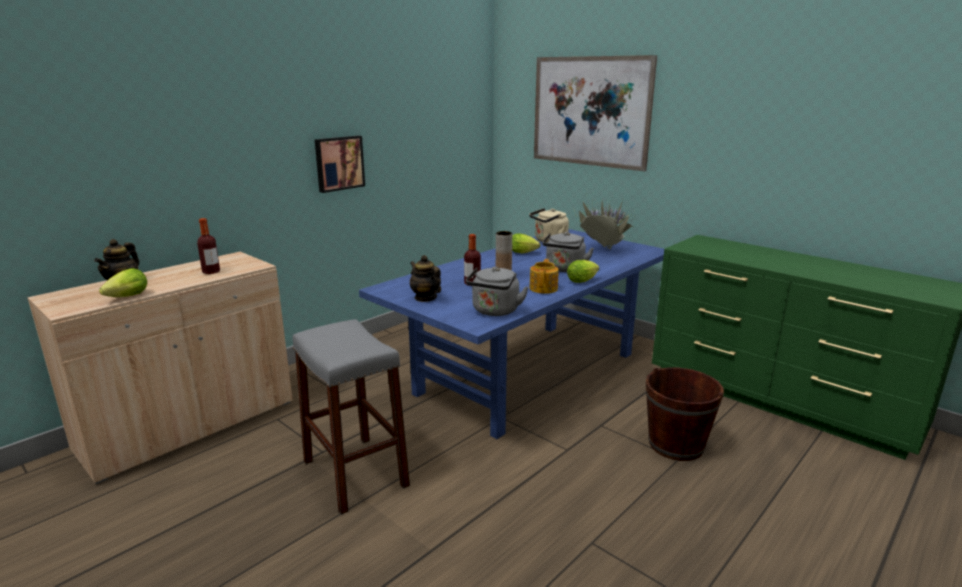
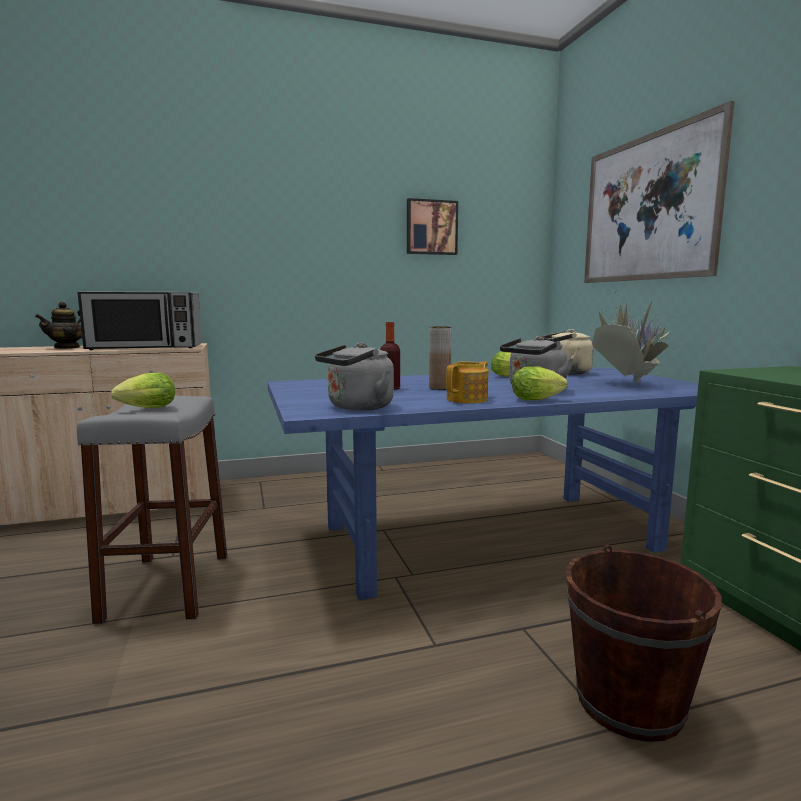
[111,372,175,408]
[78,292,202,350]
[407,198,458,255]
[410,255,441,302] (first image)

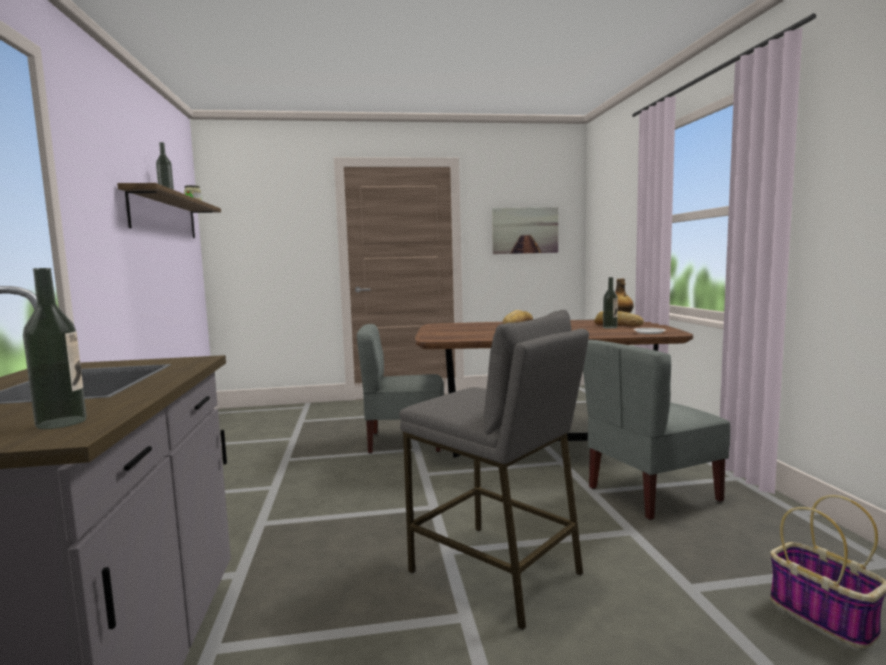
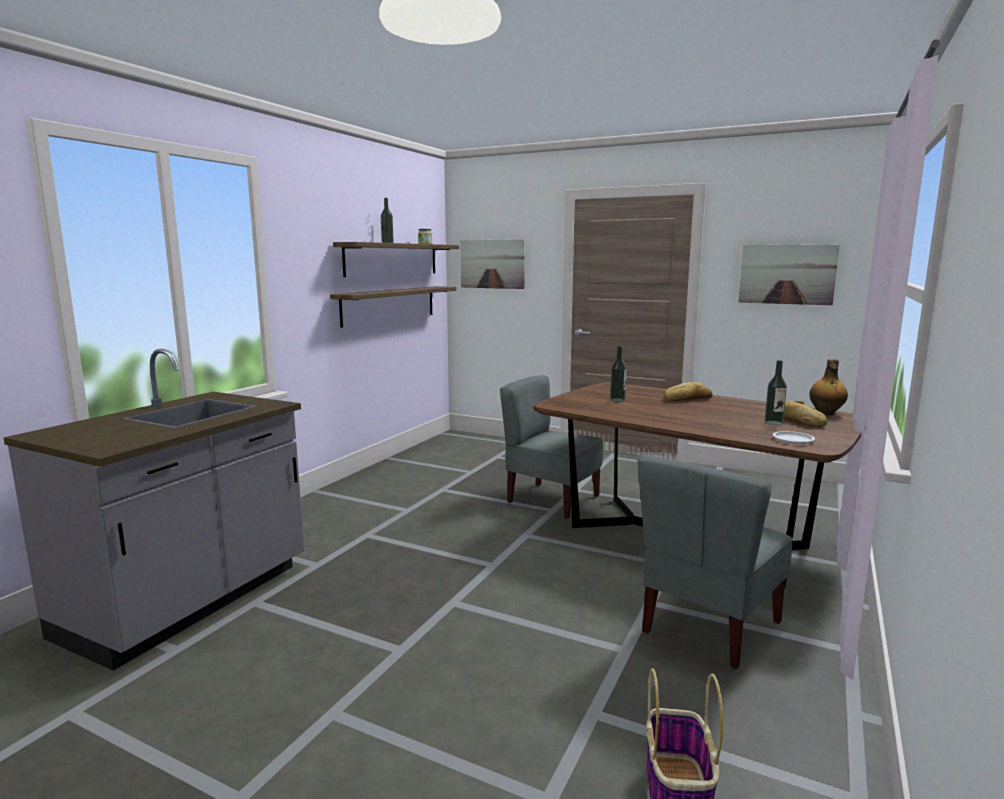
[610,346,627,402]
[399,310,589,630] (first image)
[638,455,793,669]
[330,286,456,328]
[460,239,525,289]

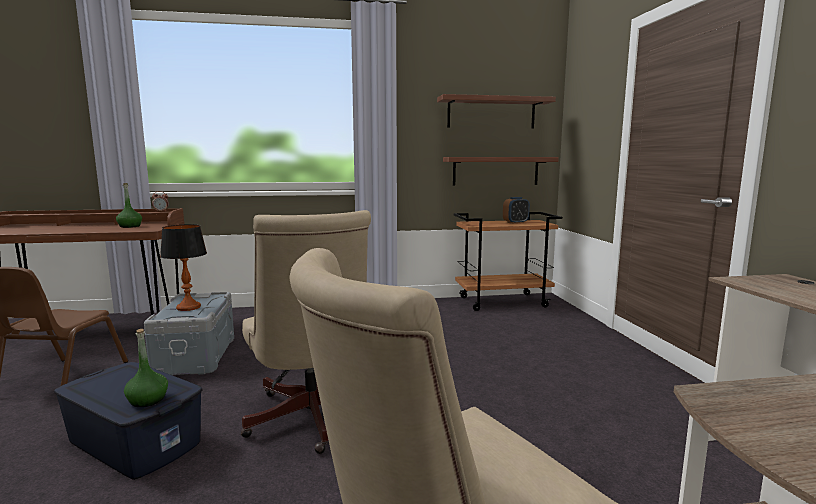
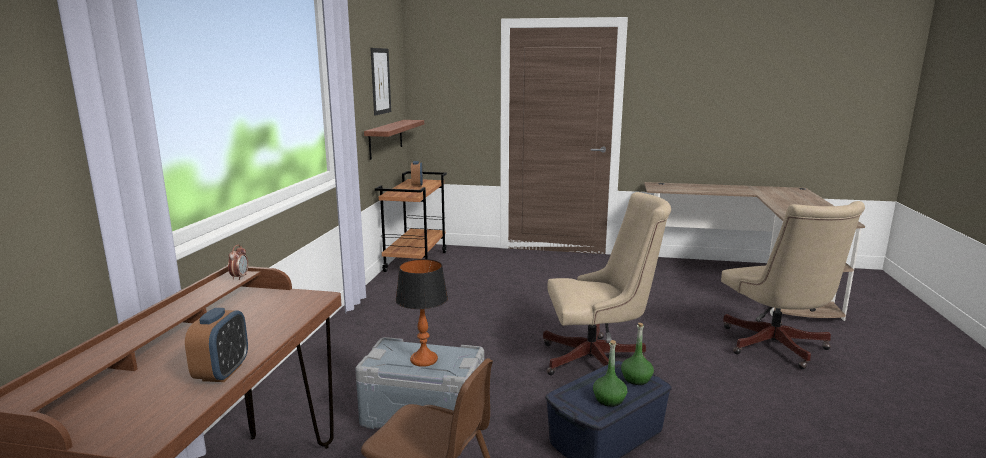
[593,340,627,407]
[370,48,391,116]
[185,308,248,382]

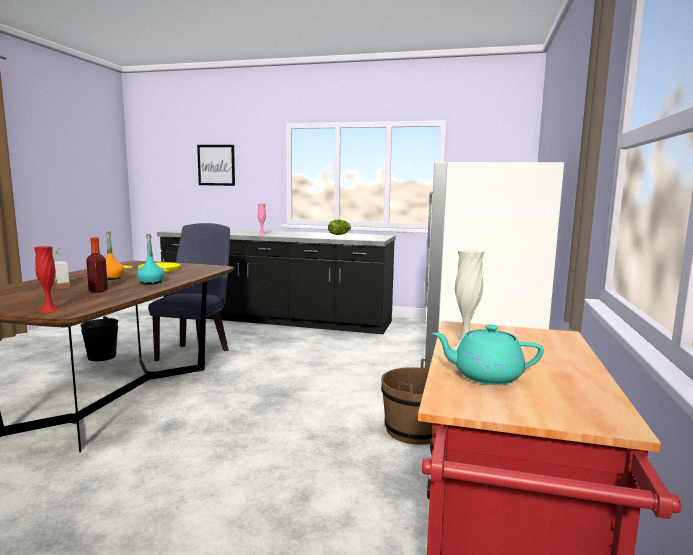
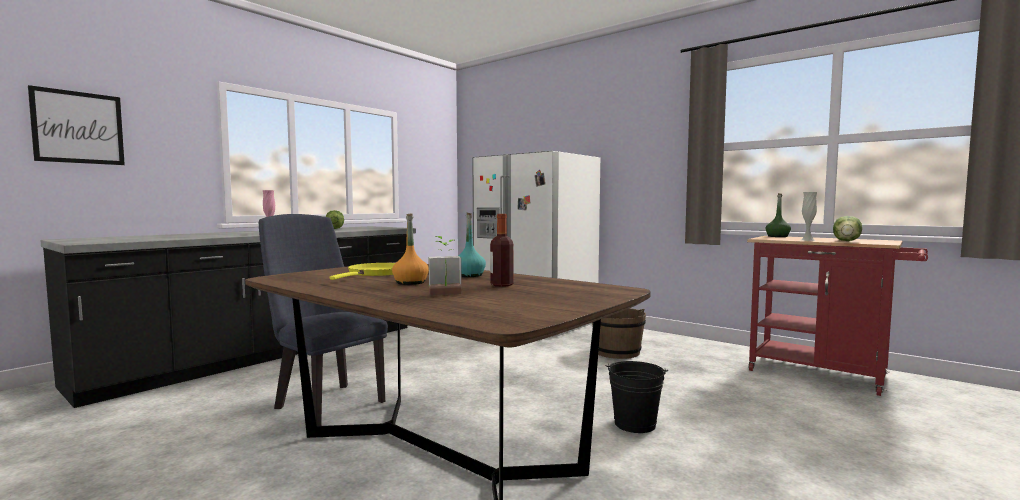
[34,246,60,313] (first image)
[605,361,668,433]
[833,216,862,241]
[765,193,791,237]

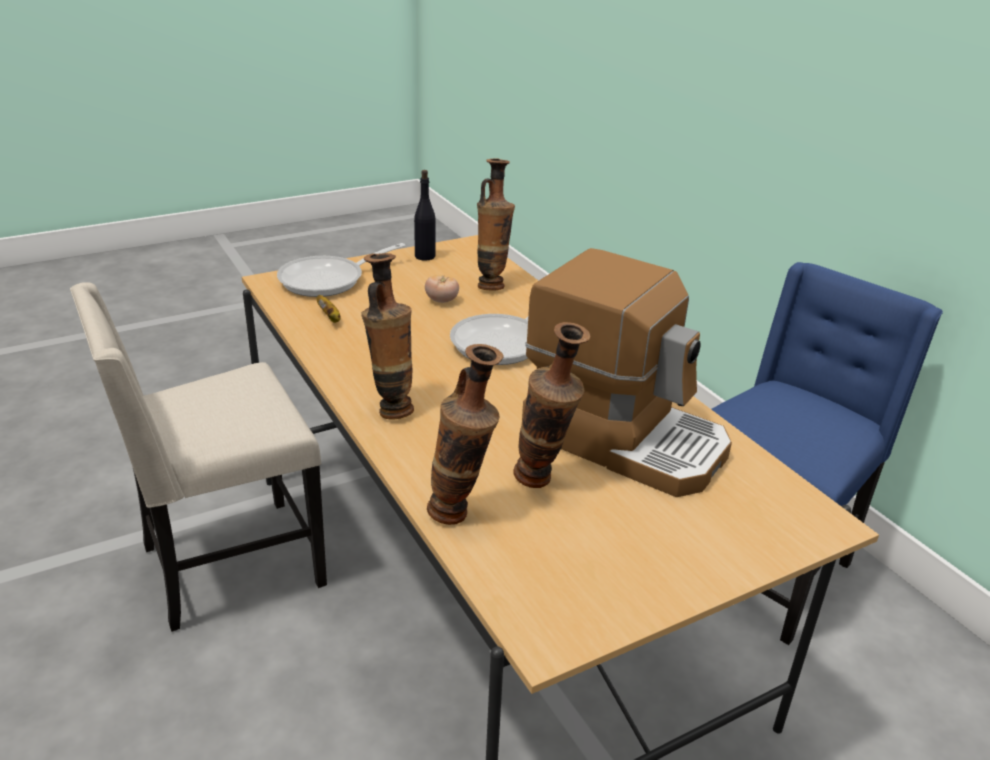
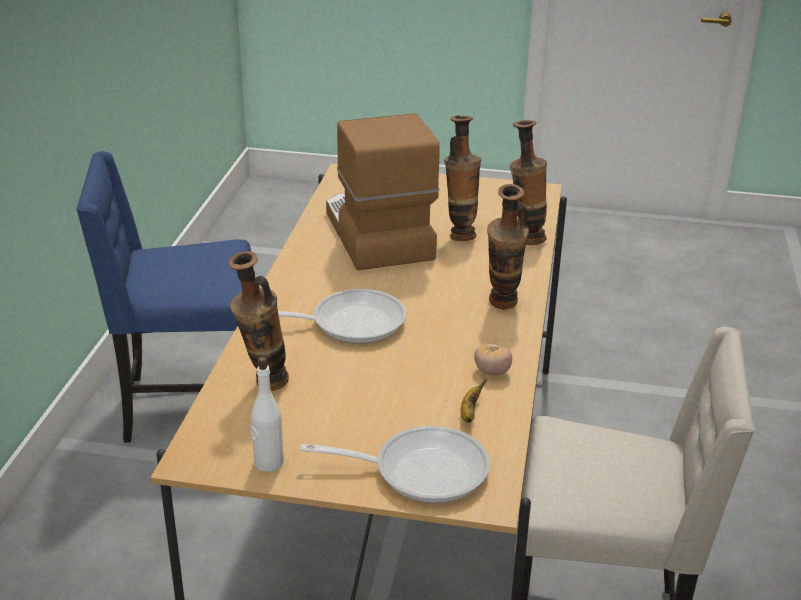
[251,357,284,472]
[474,343,512,376]

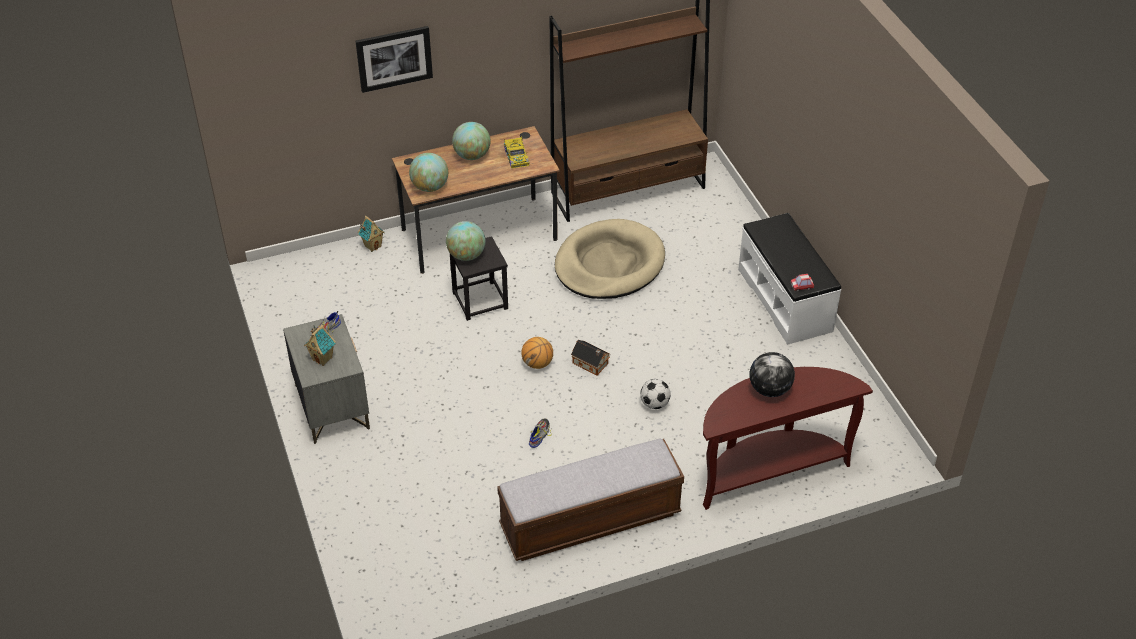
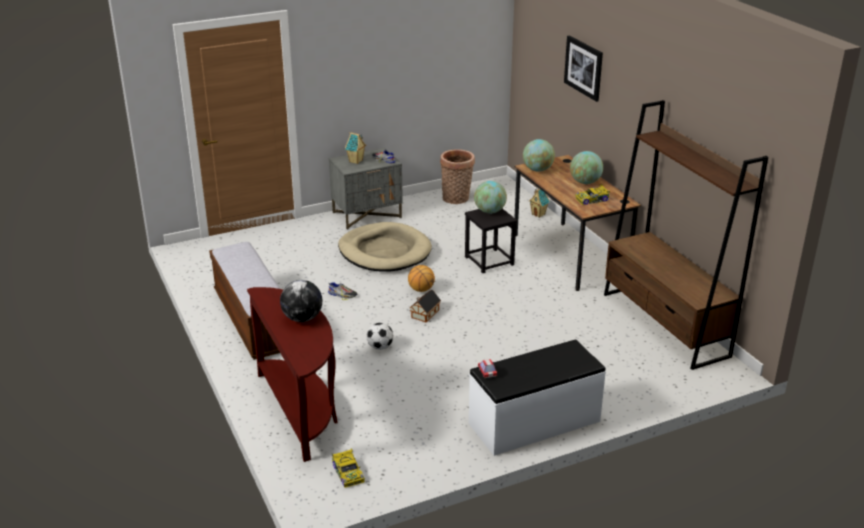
[338,222,432,272]
[332,448,365,488]
[440,149,475,204]

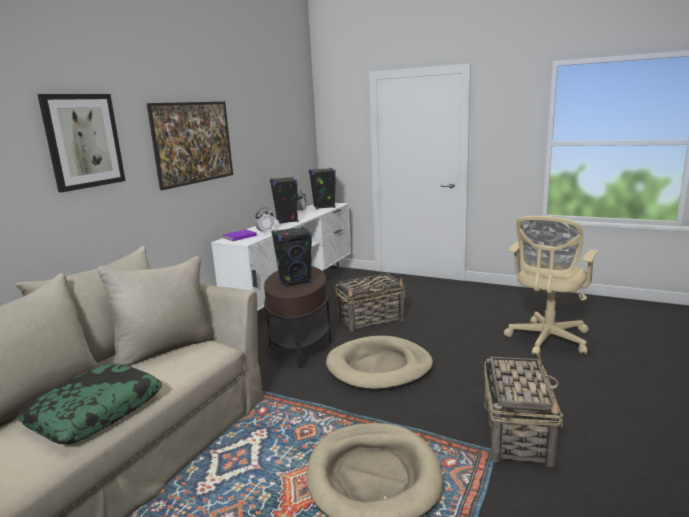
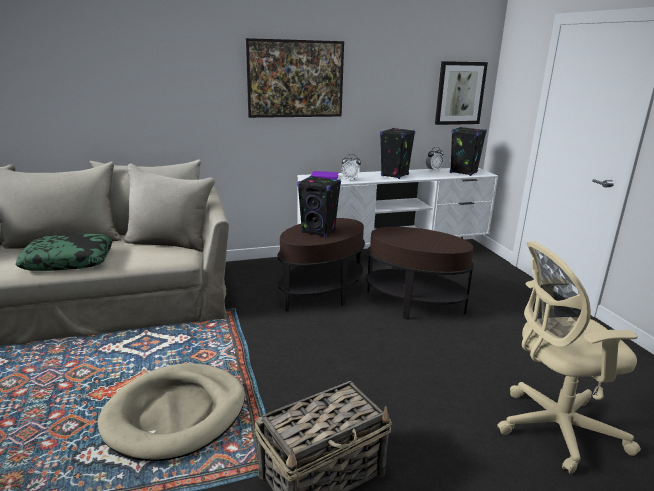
[435,61,488,125]
[326,336,433,391] (first image)
[366,227,474,319]

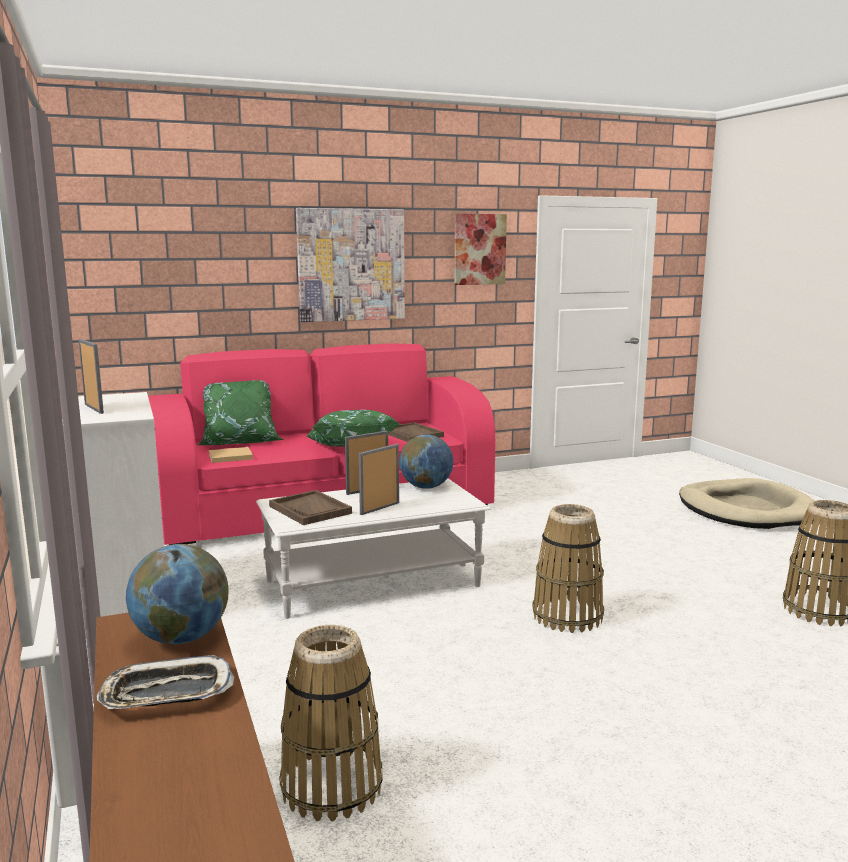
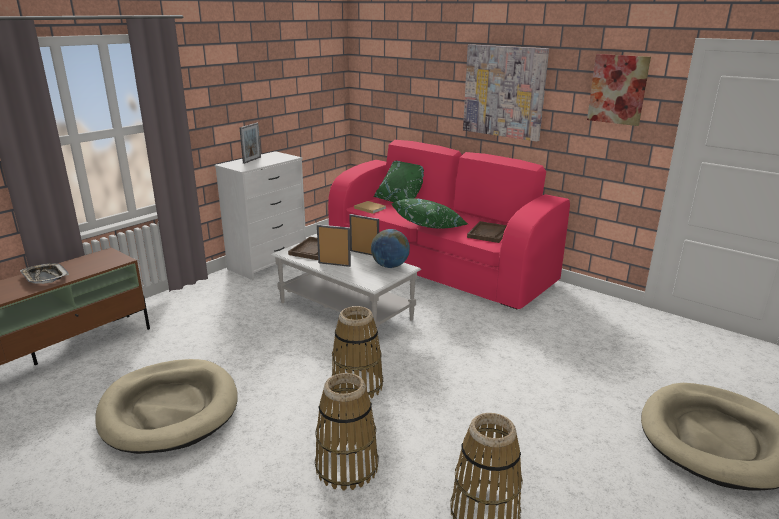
[126,544,229,644] (first image)
[315,373,379,491]
[95,359,238,454]

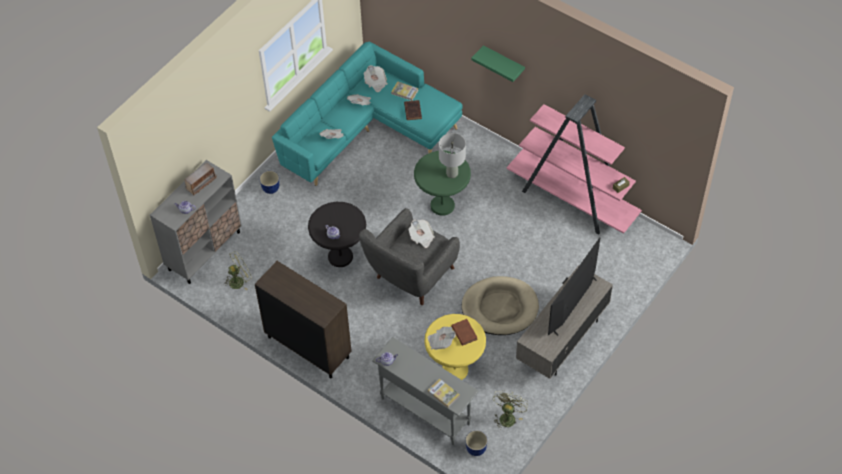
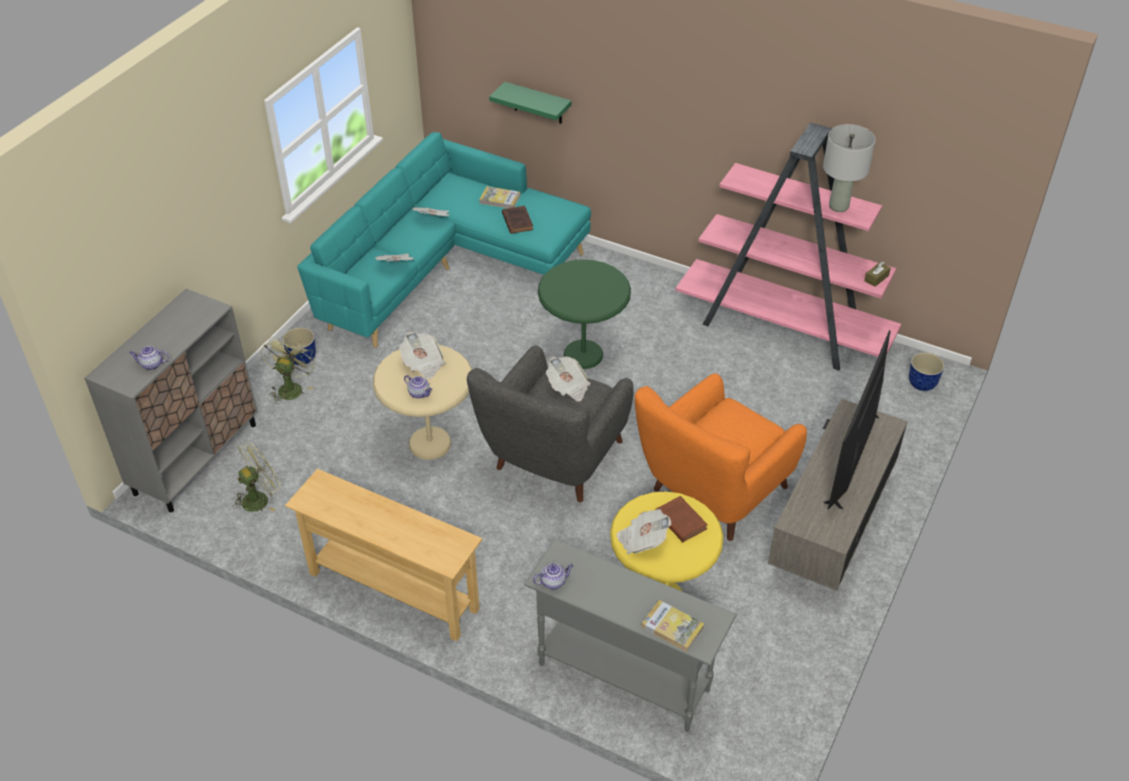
[185,163,217,195] (first image)
[285,469,483,642]
[373,345,472,460]
[399,332,445,379]
[823,124,875,212]
[635,374,807,541]
[909,352,945,391]
[489,82,572,124]
[260,336,316,404]

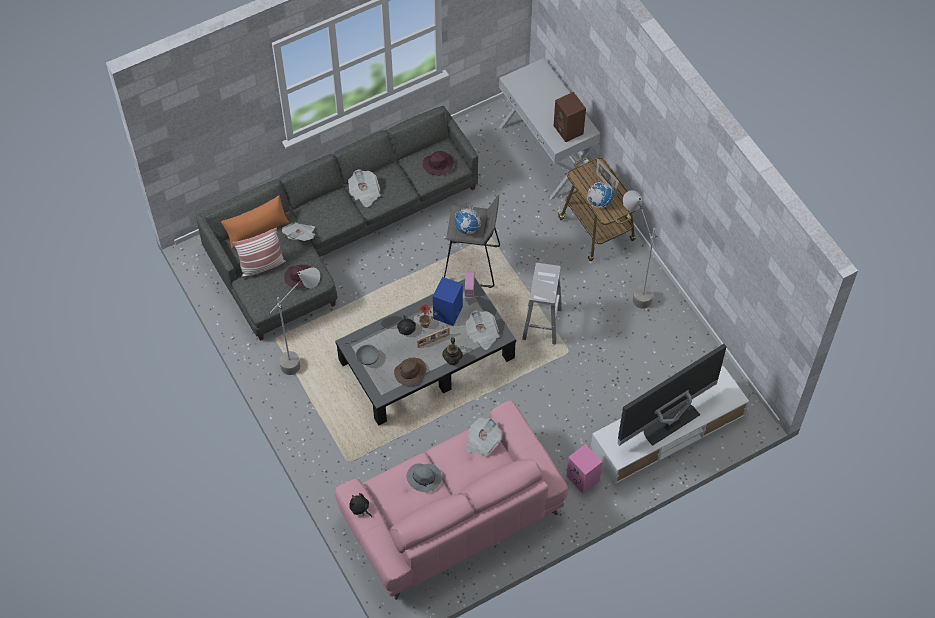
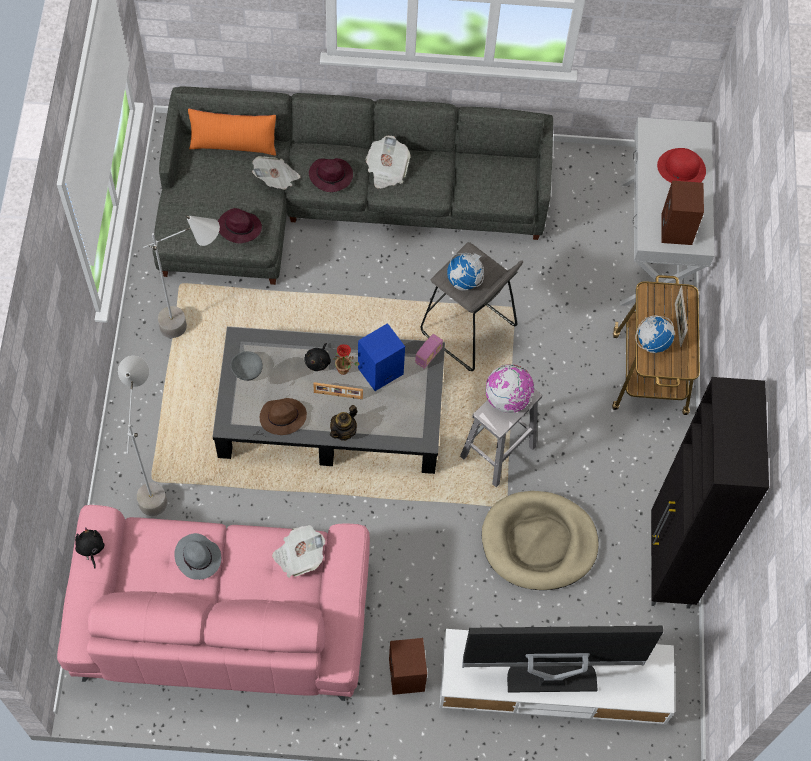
[233,227,286,278] (first image)
[309,158,353,192]
[466,310,500,350] (first image)
[389,638,427,695]
[118,356,167,516]
[482,491,599,590]
[485,364,534,413]
[651,377,769,609]
[657,148,706,183]

